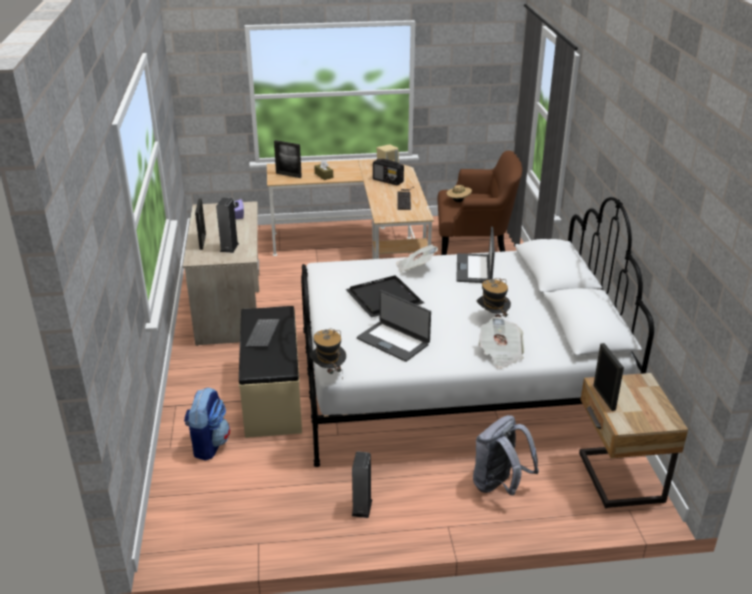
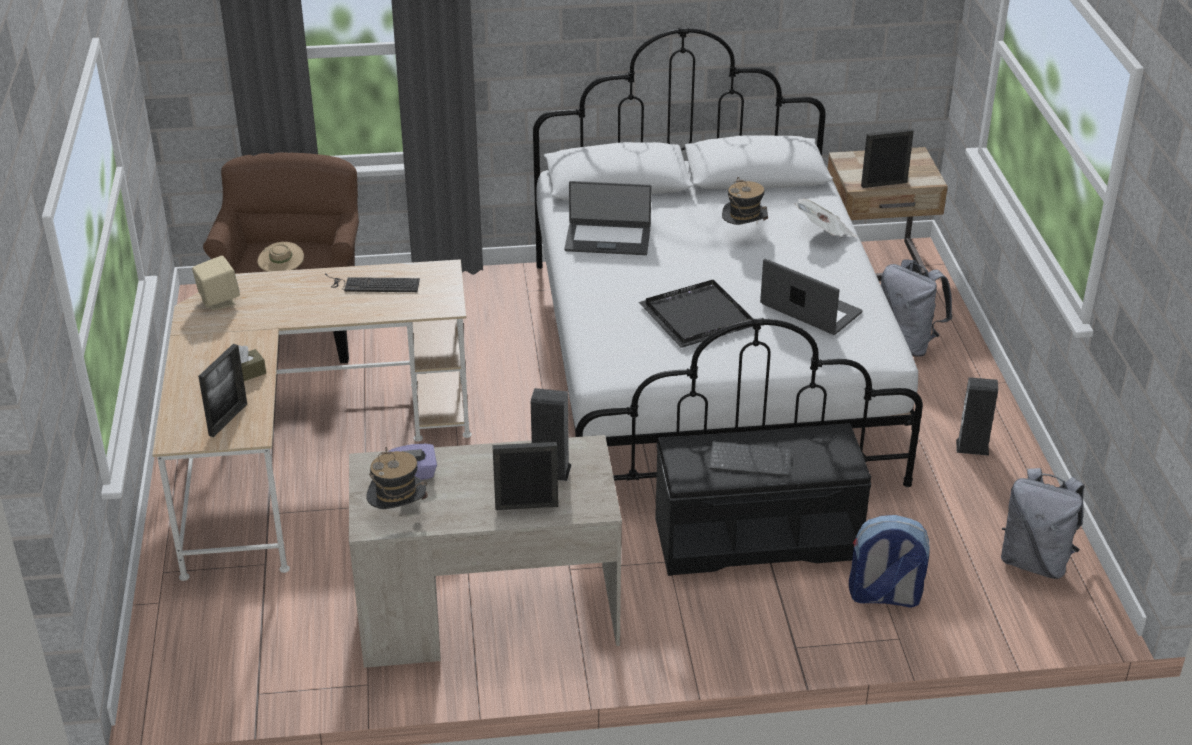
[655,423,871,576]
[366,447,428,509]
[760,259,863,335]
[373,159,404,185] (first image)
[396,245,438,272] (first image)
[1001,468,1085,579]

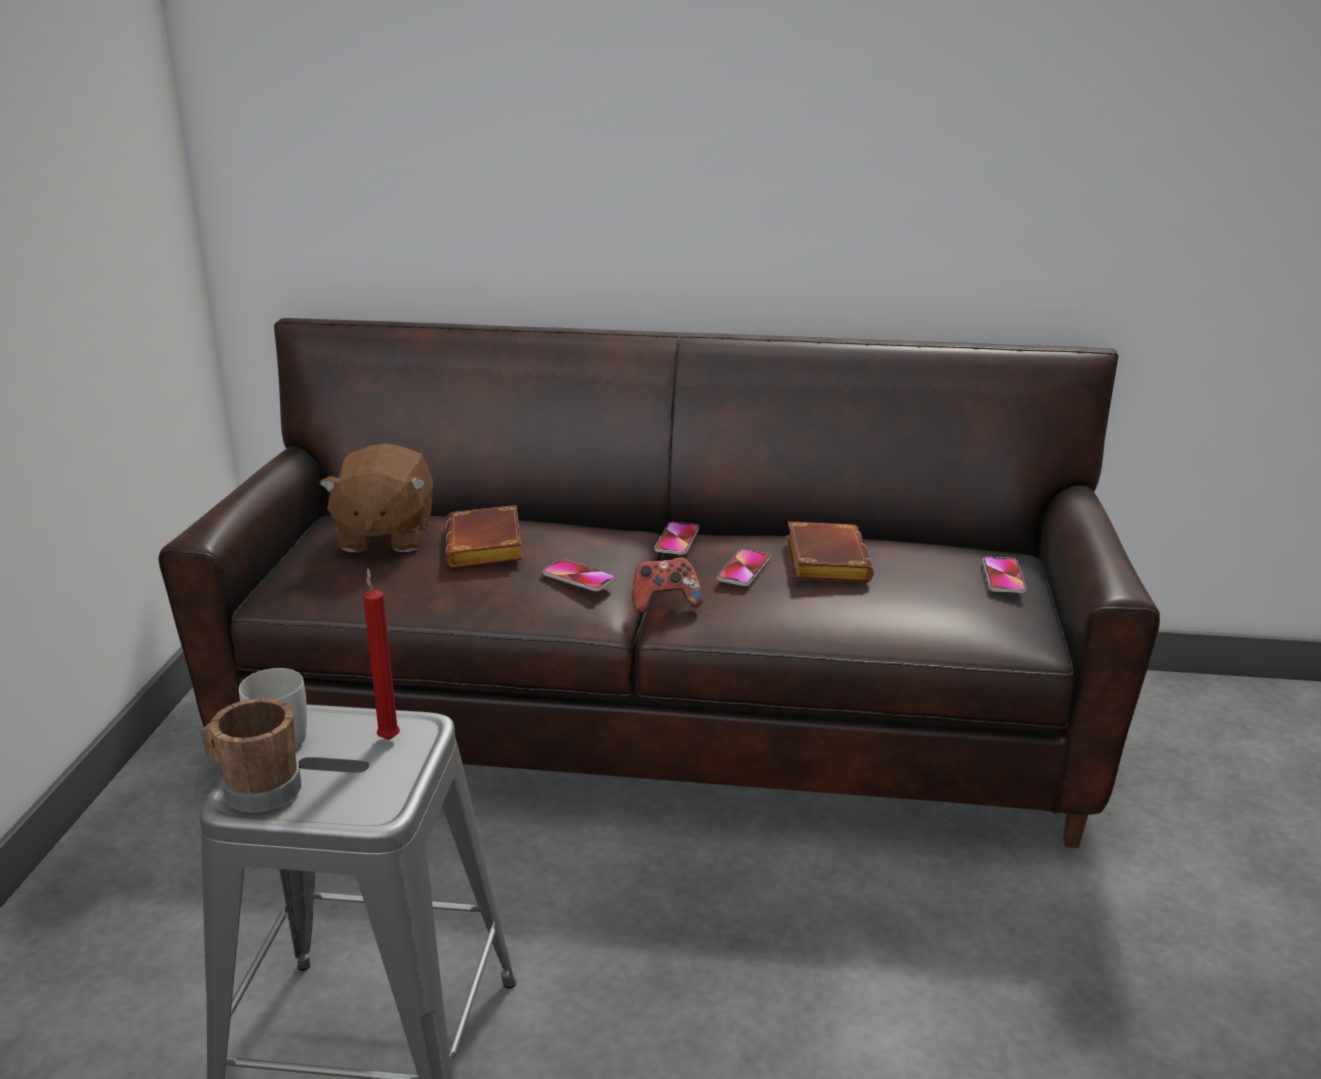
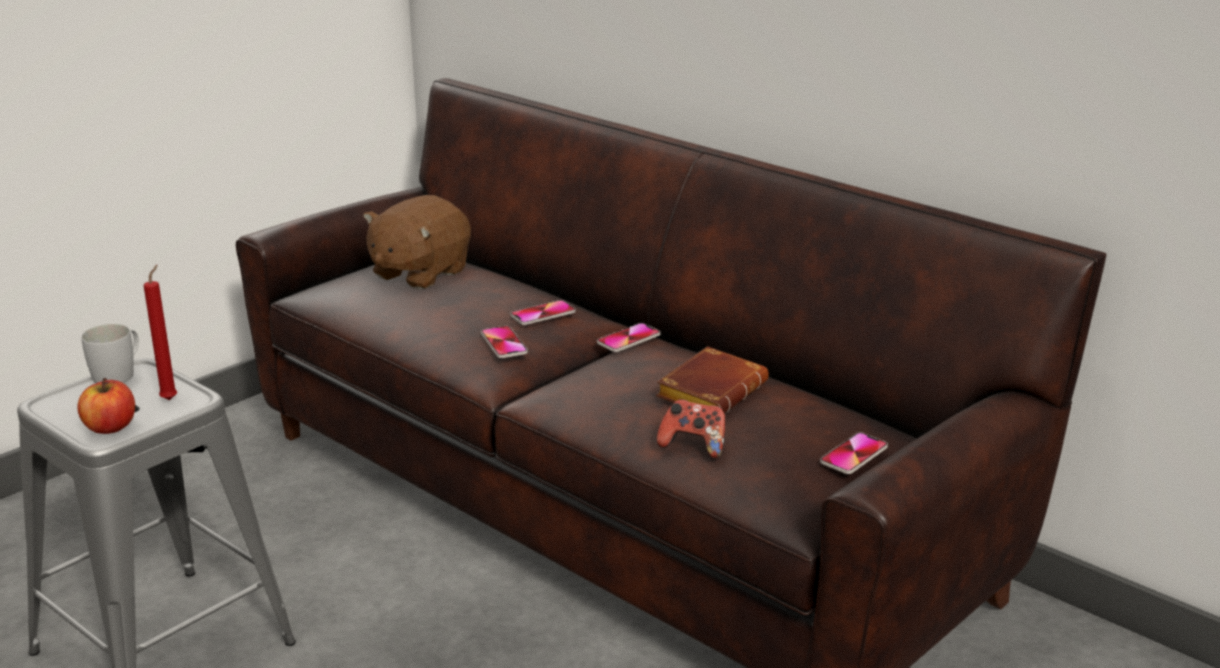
[200,698,301,813] (first image)
[446,505,523,568] (first image)
[657,399,725,458]
[510,300,575,325]
[77,378,135,434]

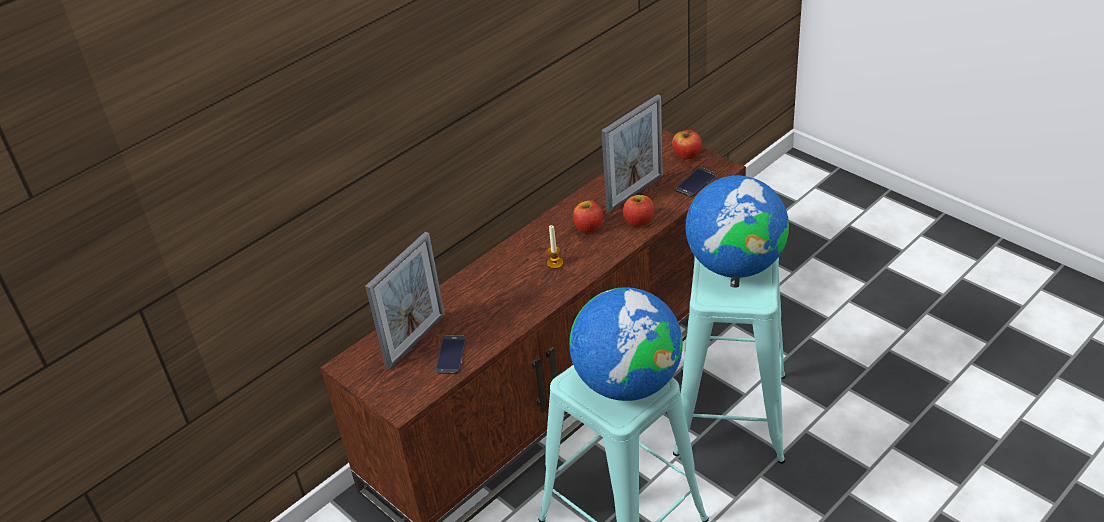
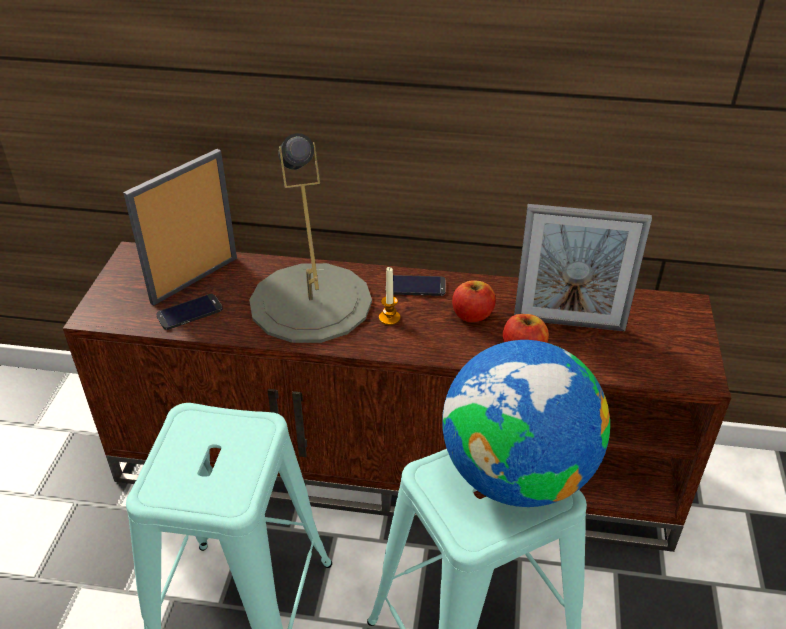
[123,149,237,306]
[569,287,683,401] (first image)
[672,130,702,159] (first image)
[385,275,446,296]
[249,133,372,343]

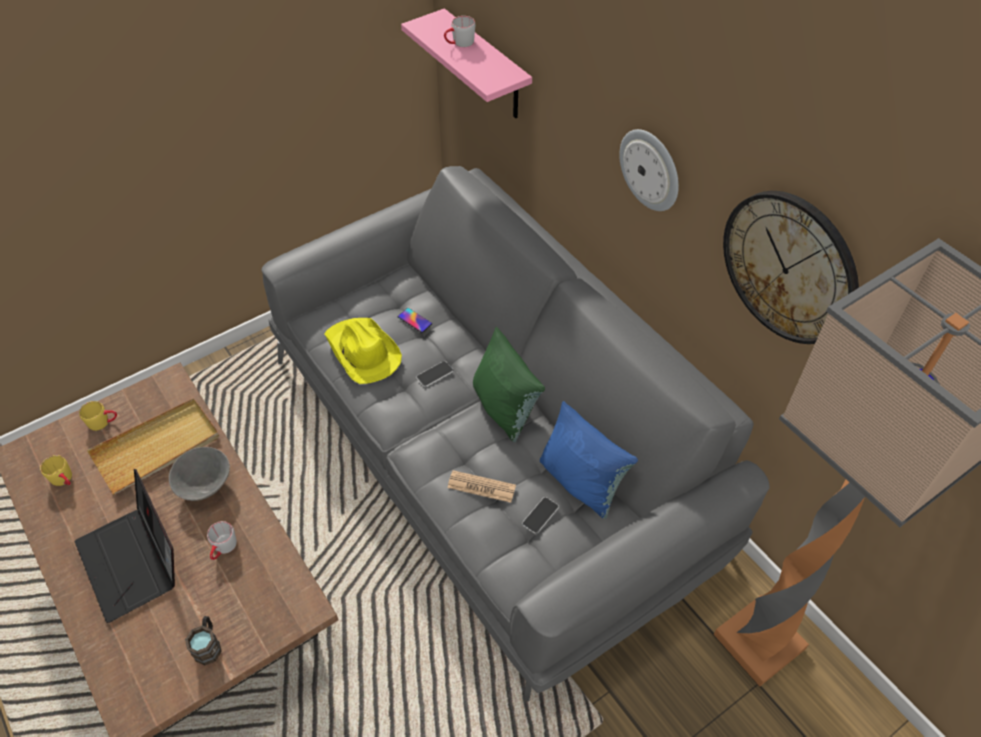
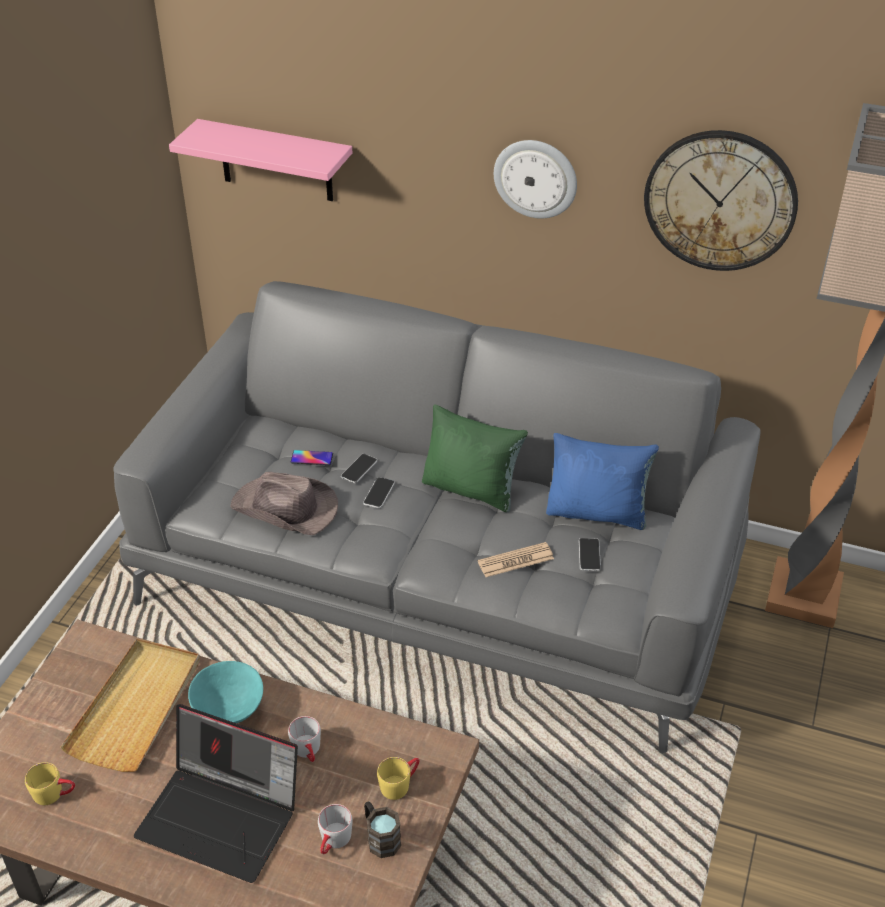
[377,757,419,800]
[188,661,263,723]
[230,472,338,536]
[318,804,353,854]
[341,454,378,483]

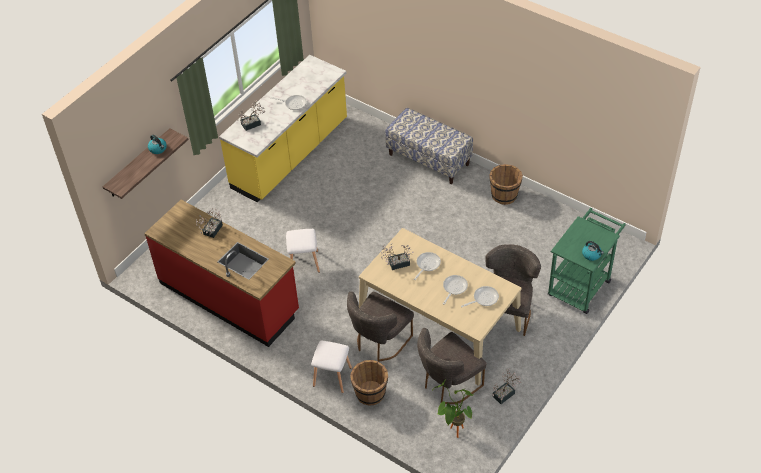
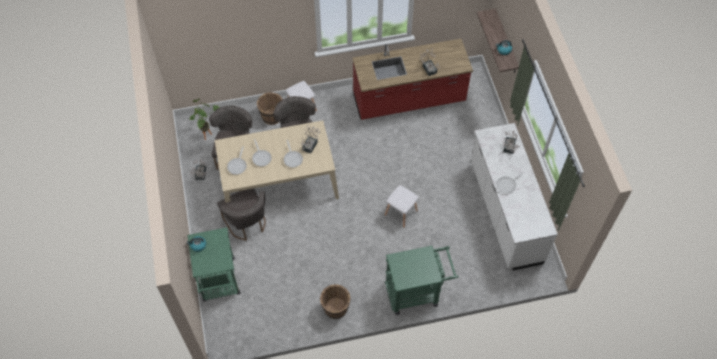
[471,123,558,270]
[385,185,419,228]
[385,246,459,315]

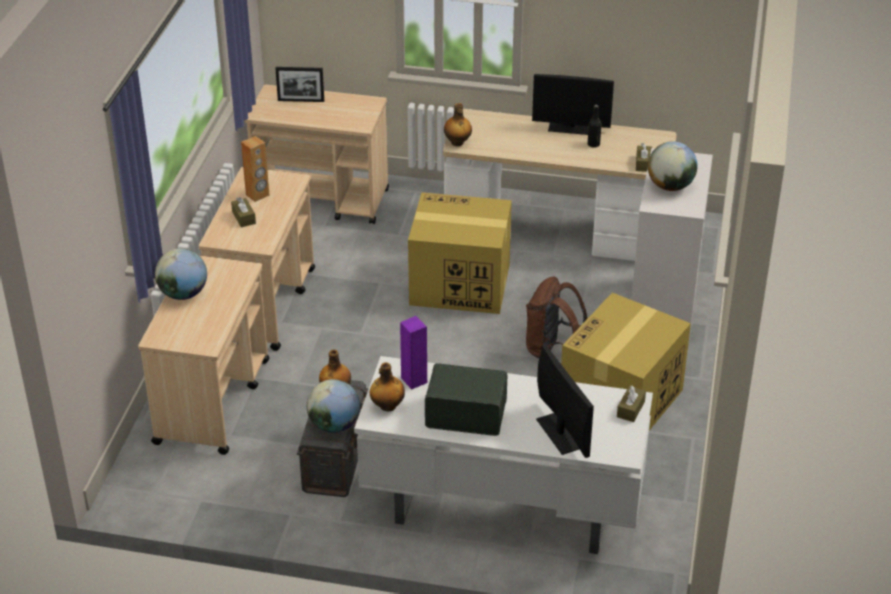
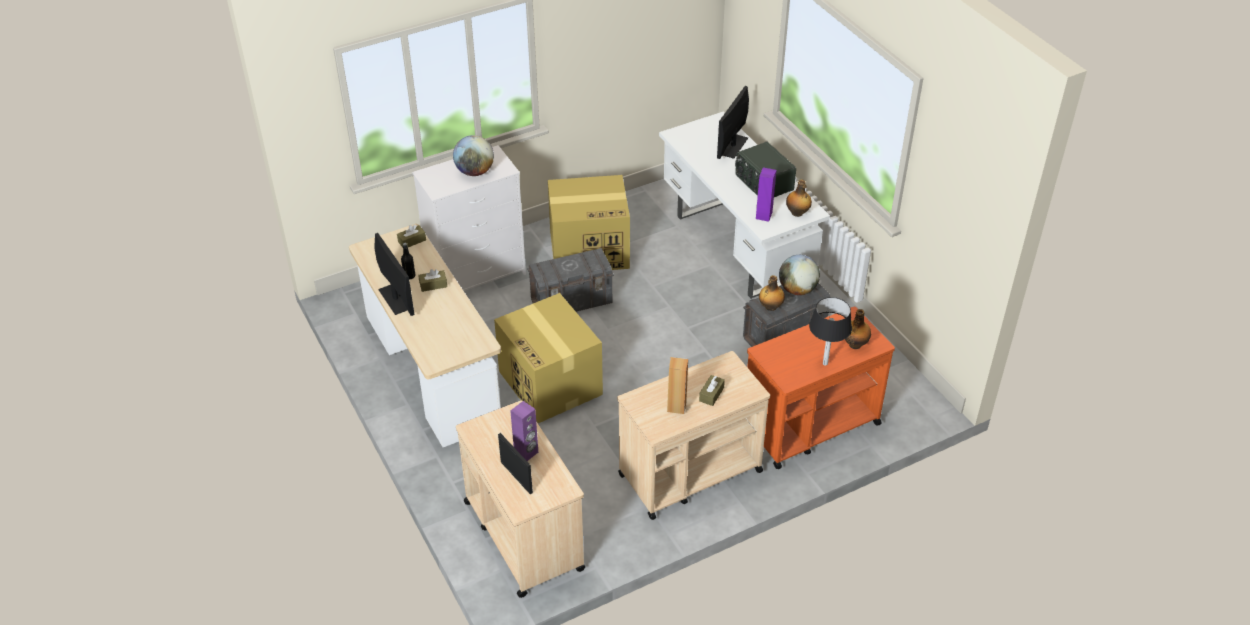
[747,306,895,469]
[809,297,852,366]
[845,309,871,349]
[527,248,614,312]
[418,269,447,292]
[510,401,538,461]

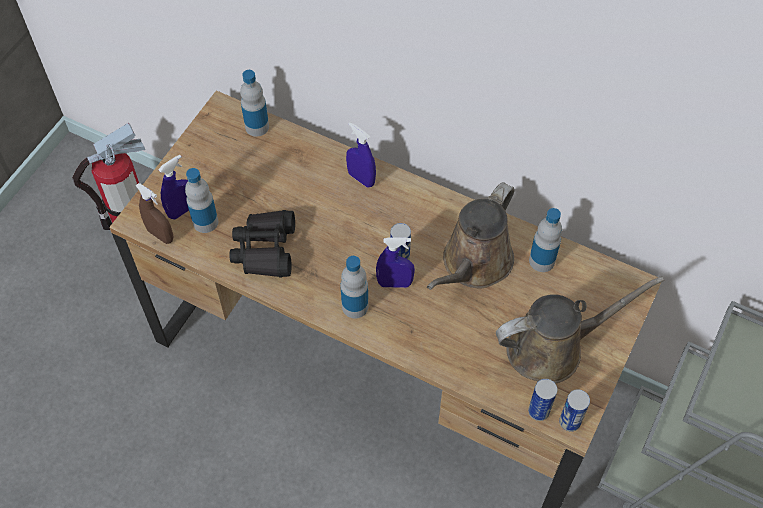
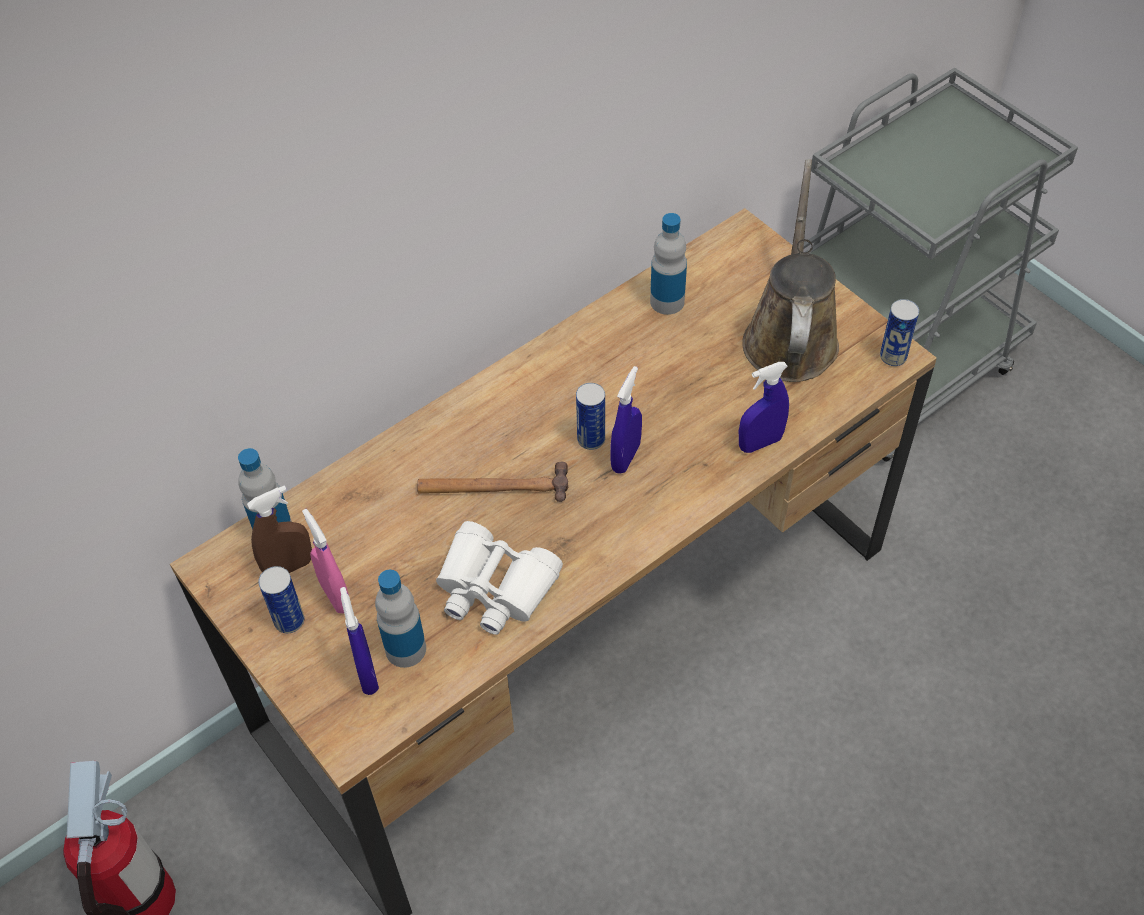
[247,485,312,573]
[436,521,563,635]
[341,256,368,318] (first image)
[739,362,789,453]
[427,182,515,290] (first image)
[258,566,304,633]
[302,509,349,613]
[417,462,568,502]

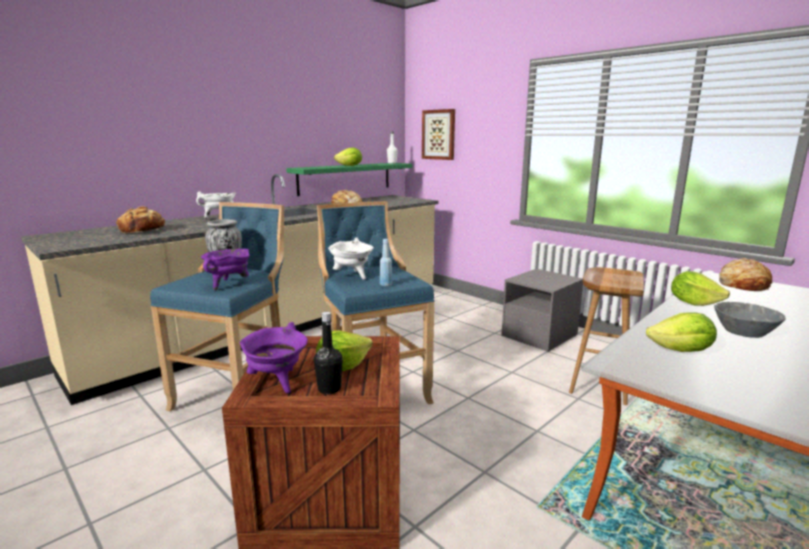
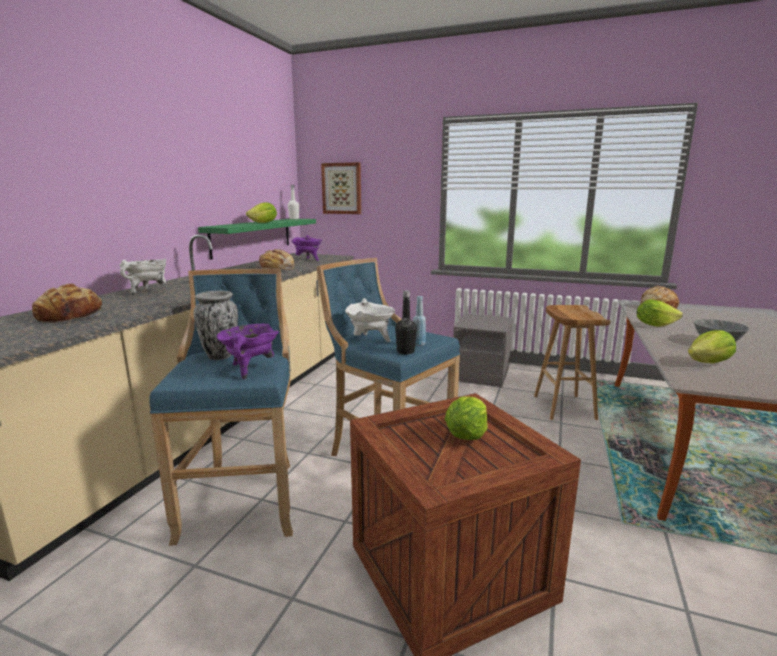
[291,235,322,261]
[395,290,417,355]

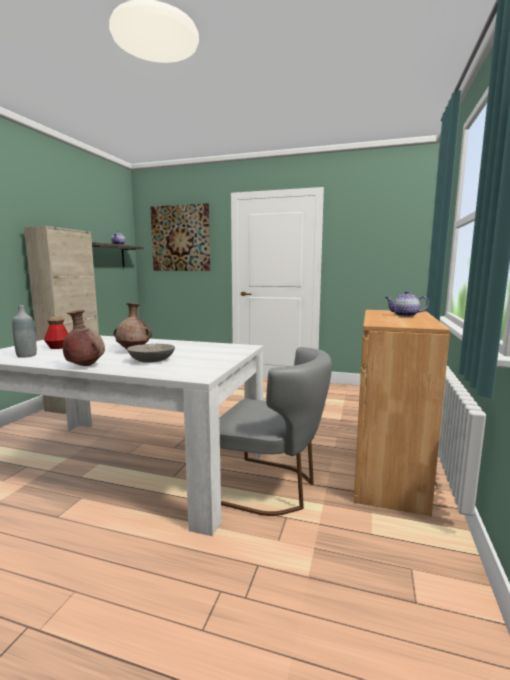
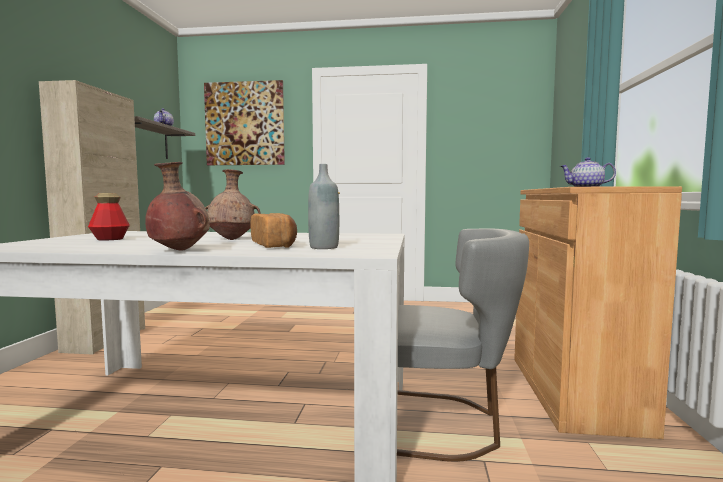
[308,164,339,249]
[250,213,297,248]

